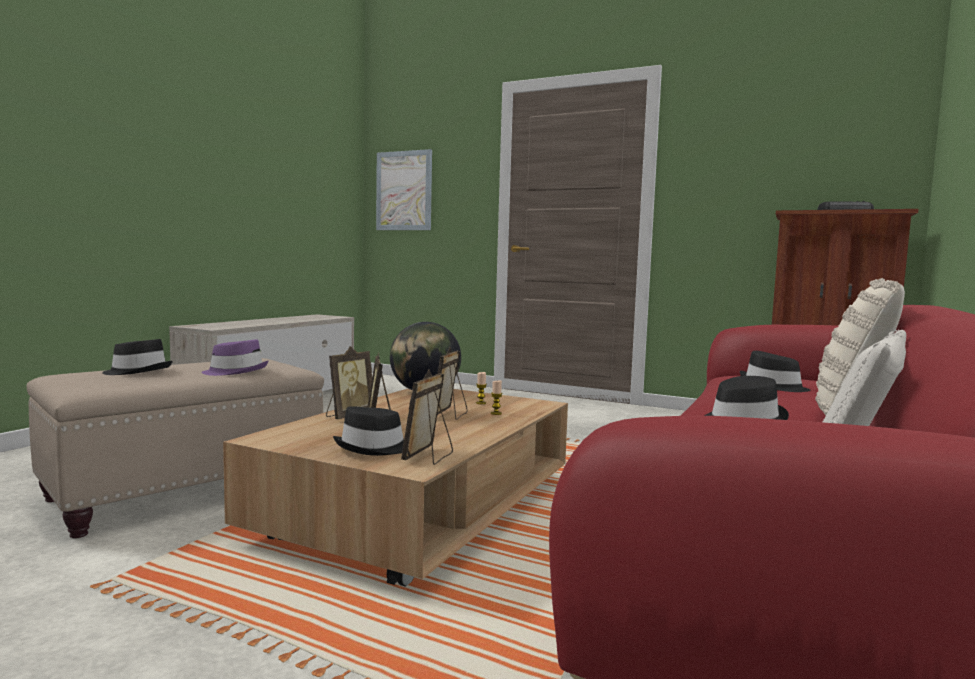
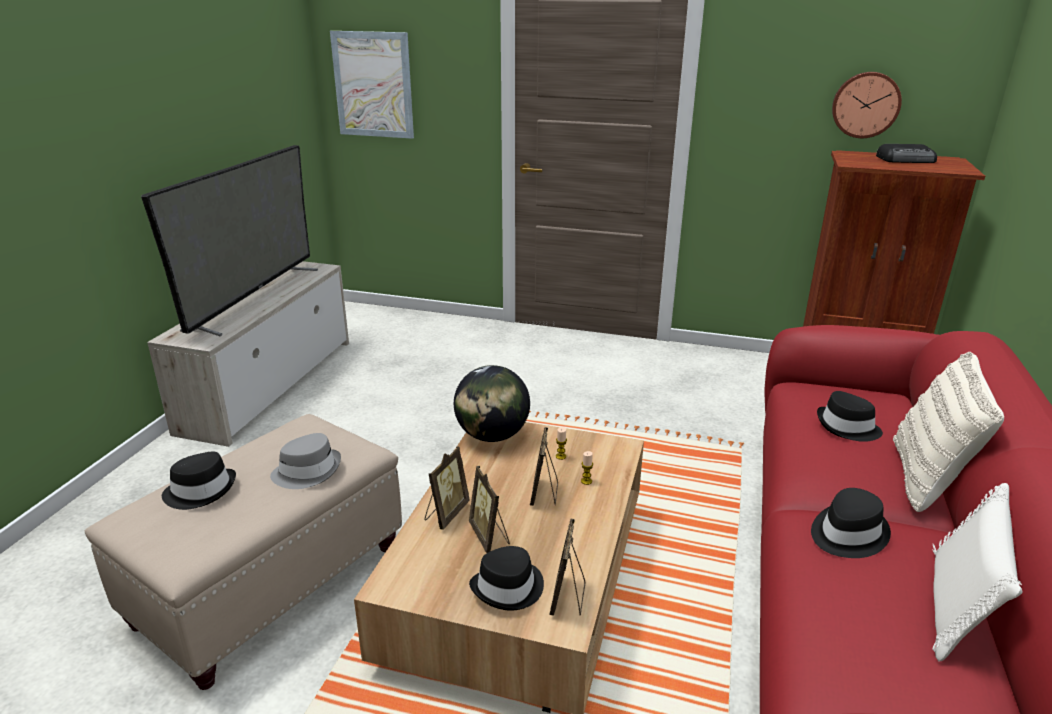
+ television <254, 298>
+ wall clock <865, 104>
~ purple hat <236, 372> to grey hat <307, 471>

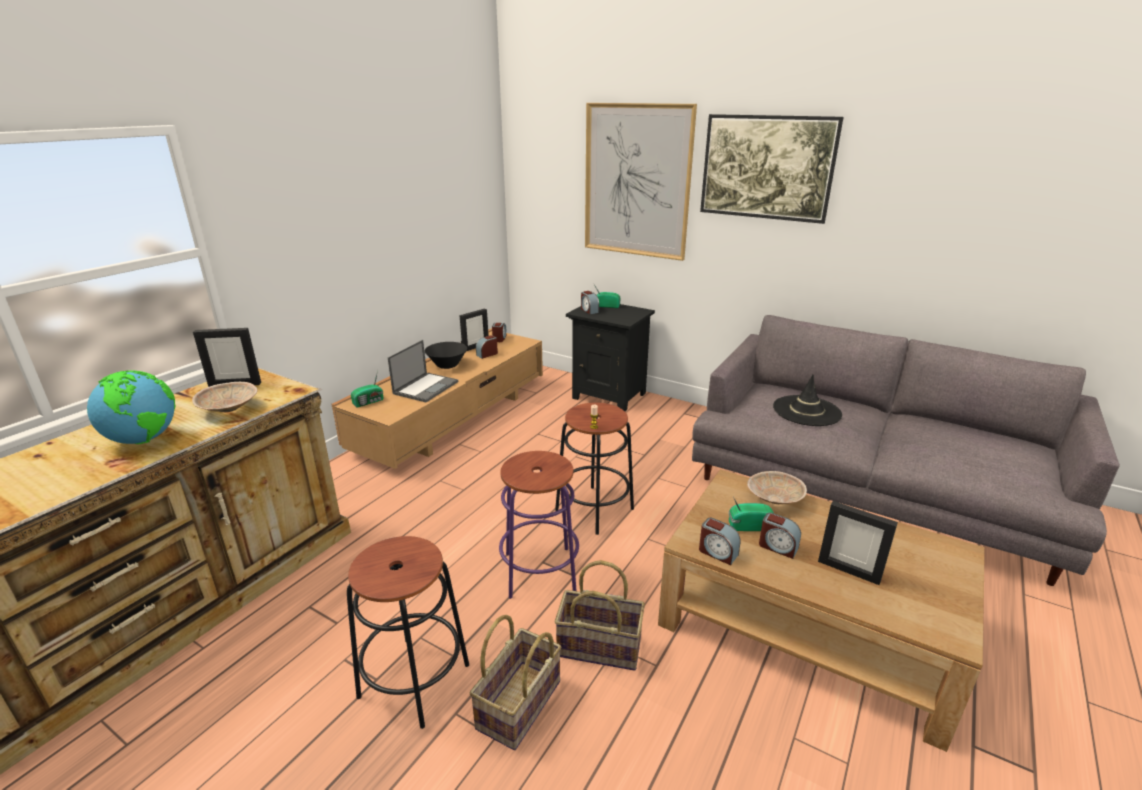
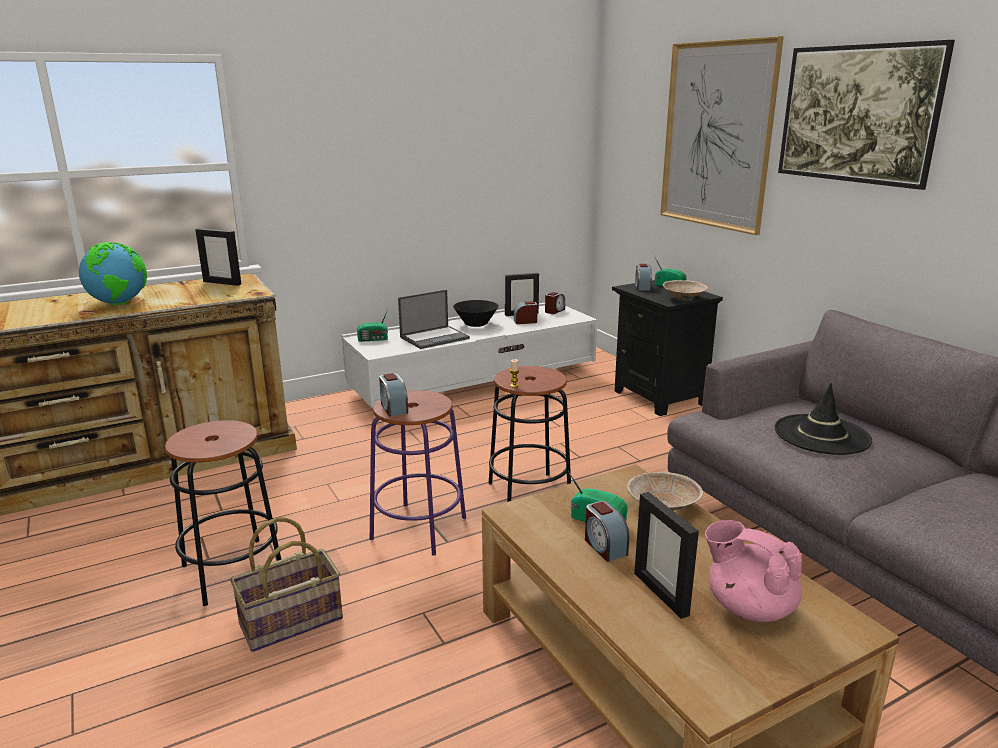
- basket <600, 646>
+ pink teapot <748, 607>
~ beige bowl <229, 409> to <684, 298>
~ alarm clock <717, 552> to <393, 408>
~ brown tv stand <453, 417> to white tv stand <474, 382>

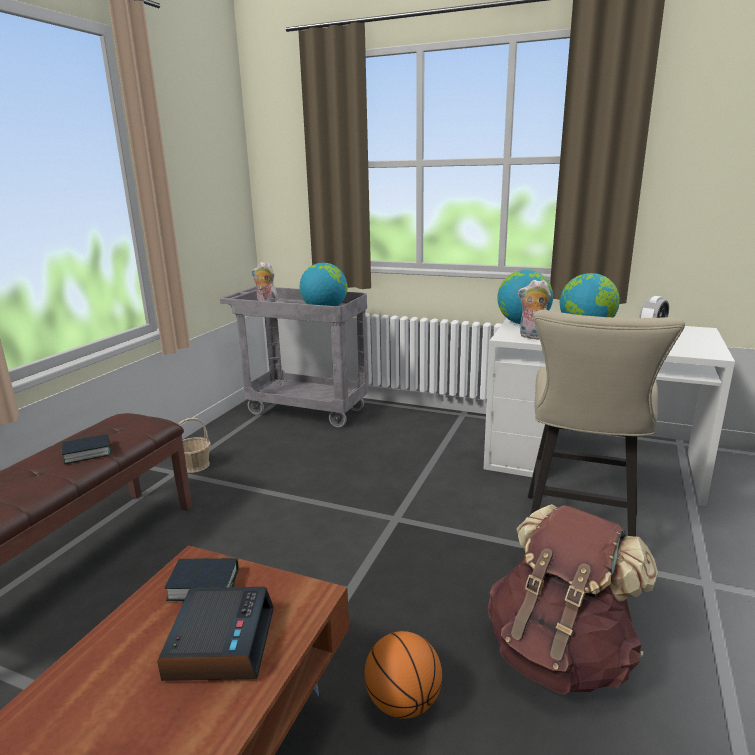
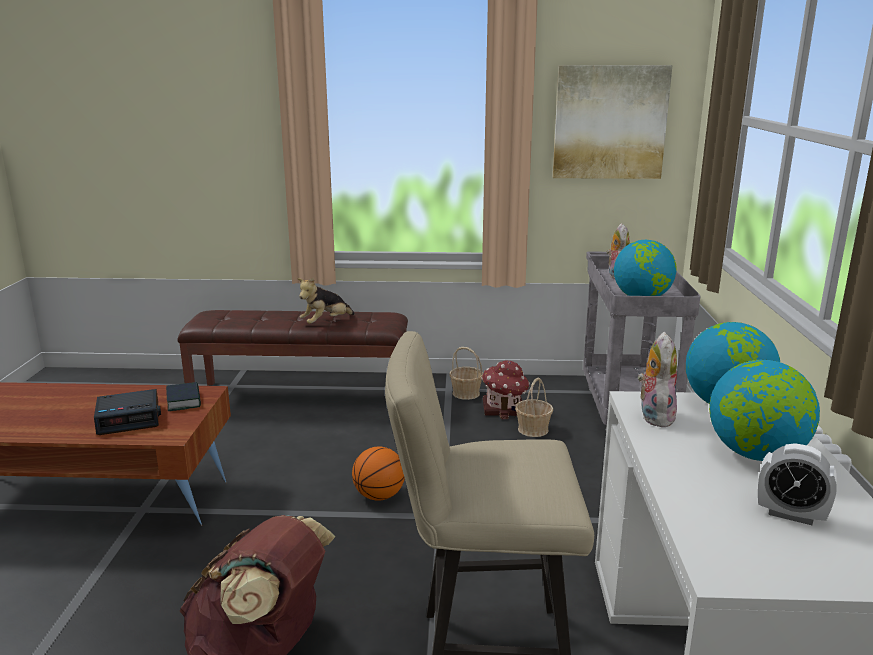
+ toy house <504, 408>
+ basket <532, 429>
+ picture <610, 122>
~ basketball <403, 702> to <379, 496>
~ book <87, 453> to plush toy <326, 323>

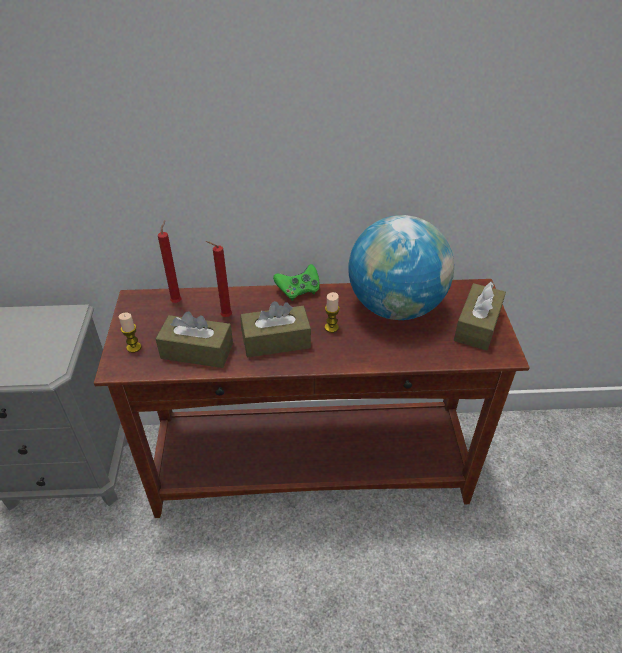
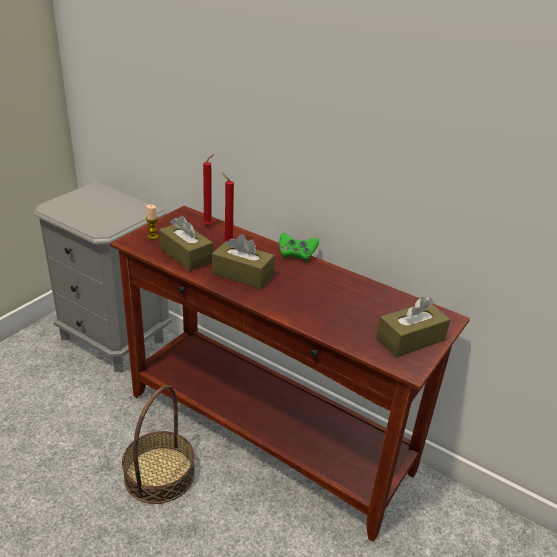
- candle <331, 327>
- globe <395, 307>
+ basket <159, 474>

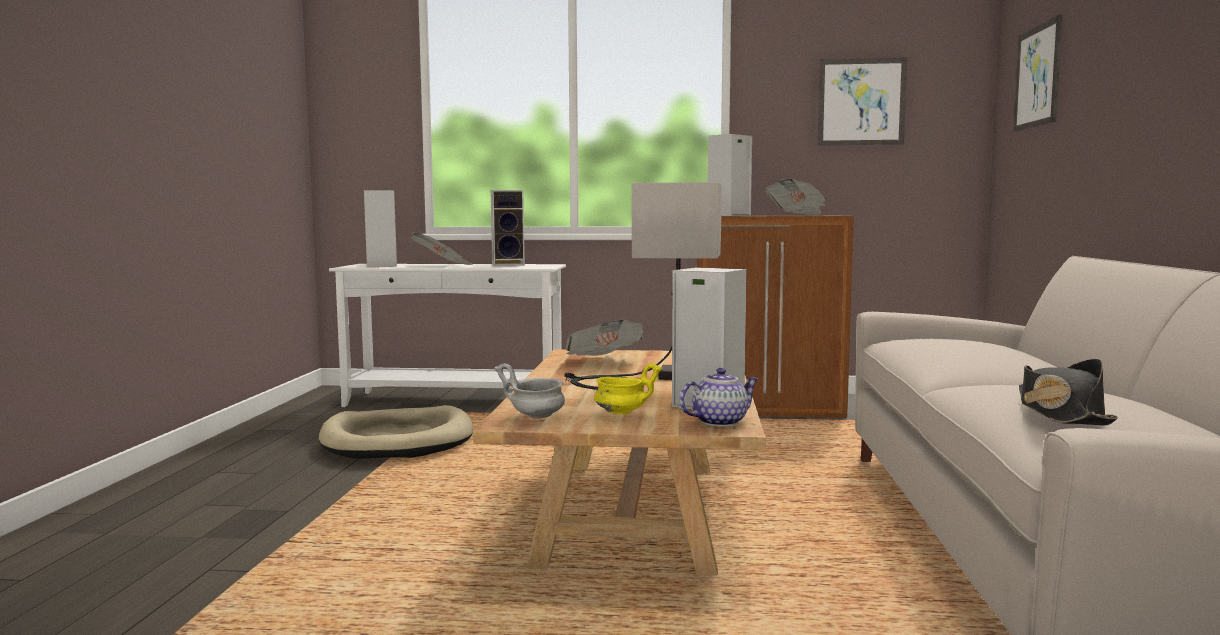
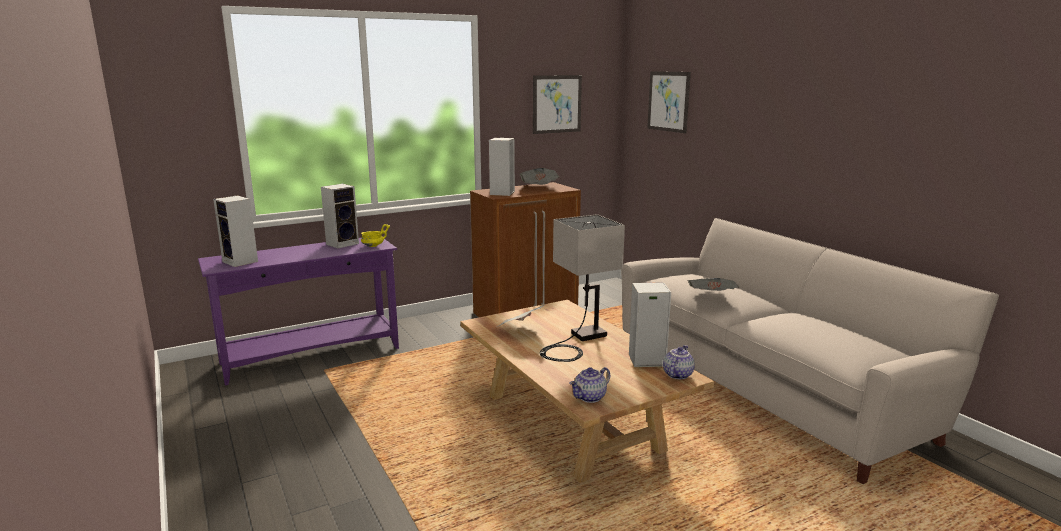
- beige dog bed <398, 440>
- black hat <1060, 413>
~ newspaper <442, 265> to <711, 298>
~ yellow bowl <622, 413> to <373, 246>
~ grey bowl <536, 416> to teapot <590, 397>
~ white console table <456, 401> to purple console table <312, 355>

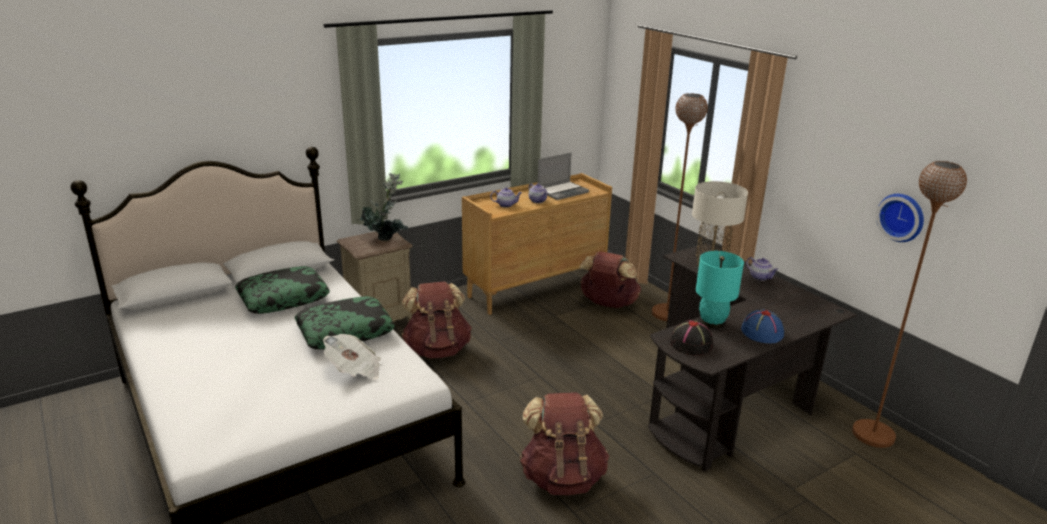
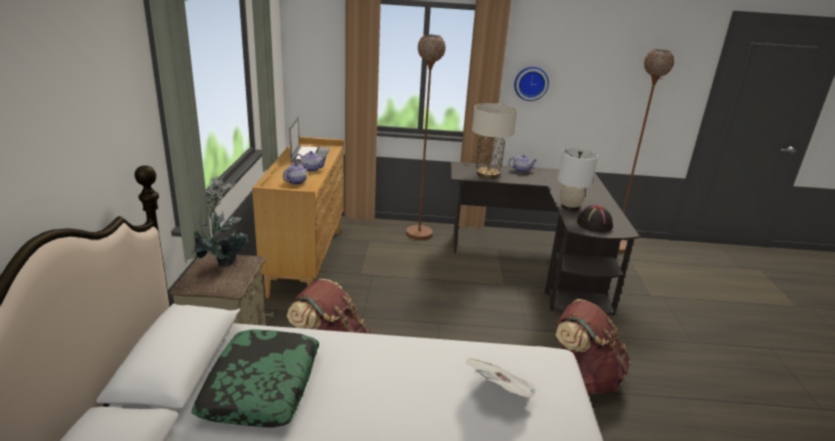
- pillow <345, 331>
- brown backpack <608, 304>
- blue hat <761, 332>
~ wall clock <902, 217> to <531, 83>
~ turquoise table lamp <712, 322> to white table lamp <569, 207>

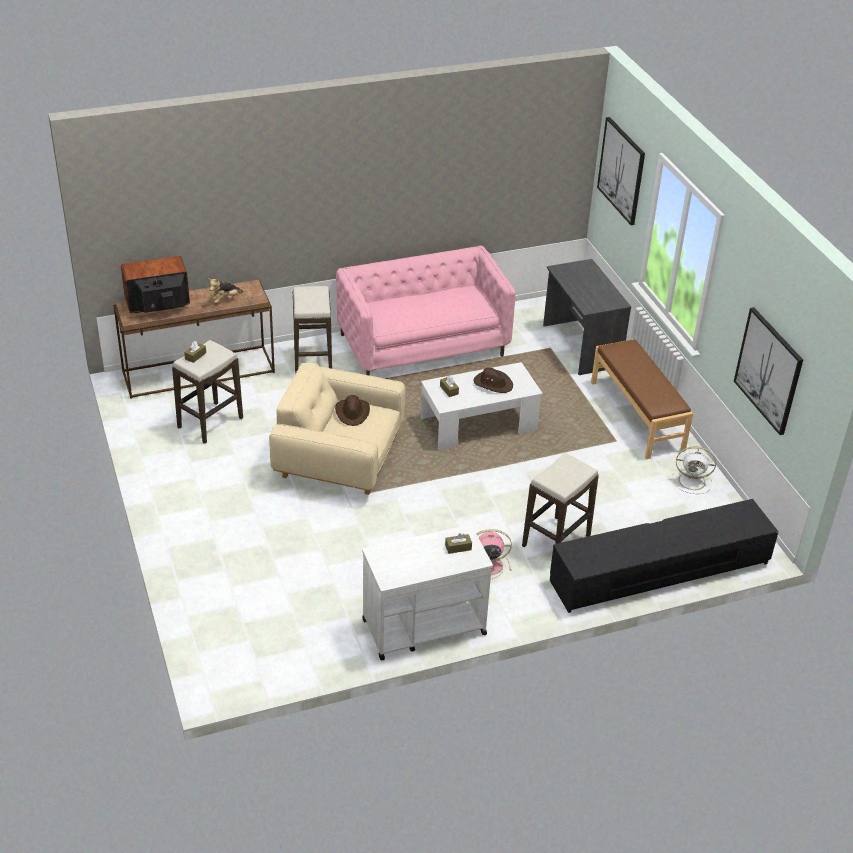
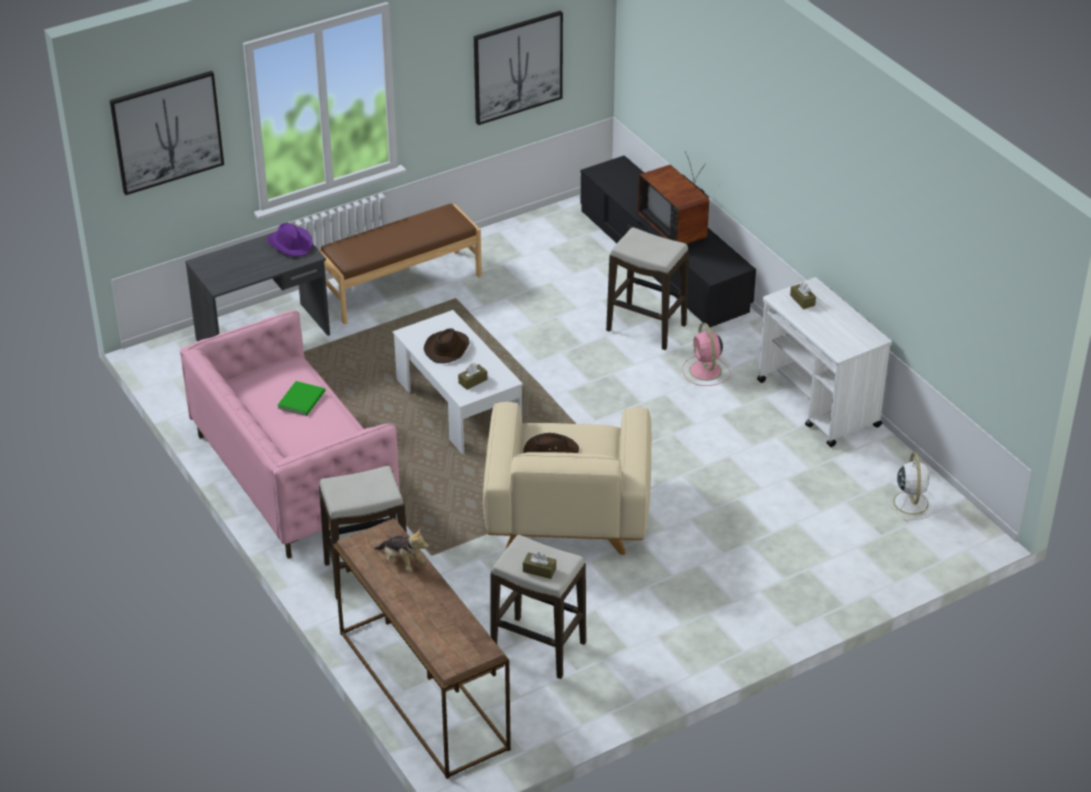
+ purple hat <291, 244>
+ green book <303, 399>
~ television <159, 306> to <676, 227>
~ white fan <693, 481> to <910, 502>

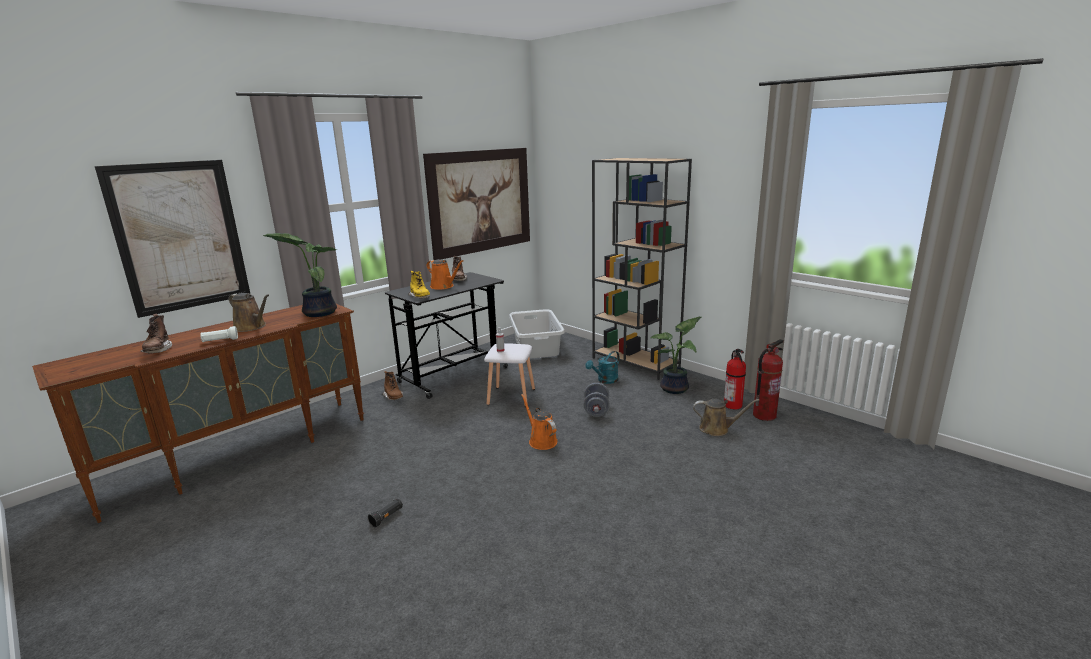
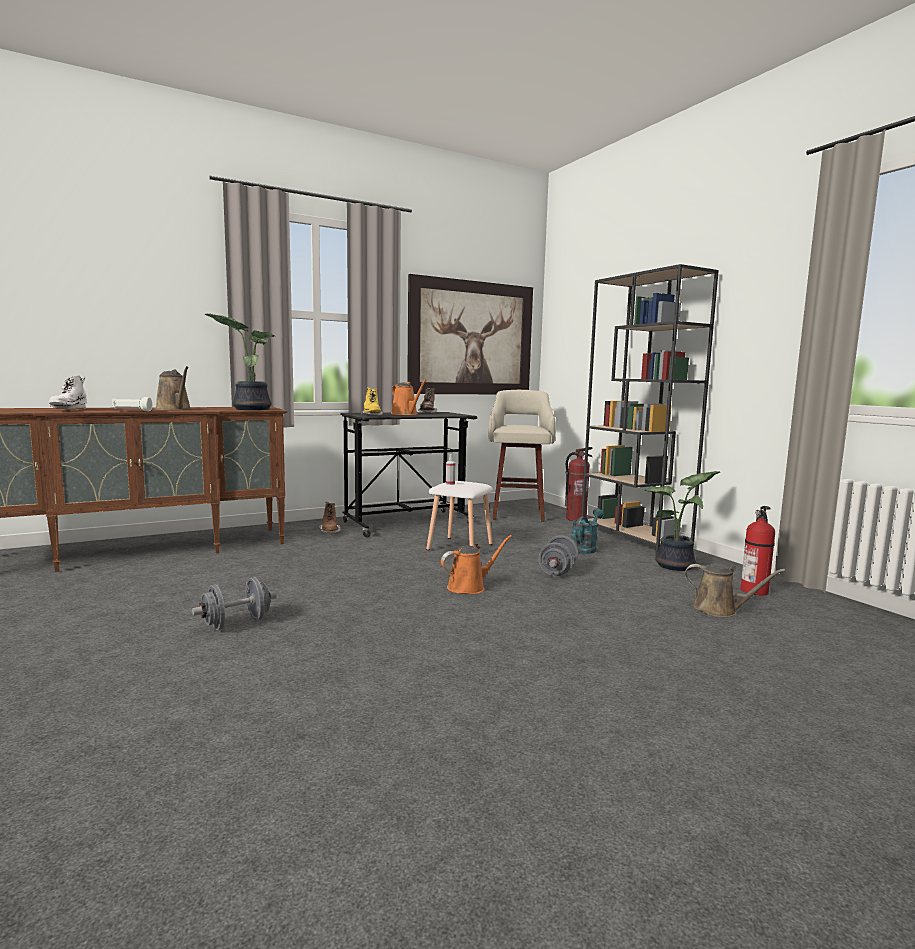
- picture <180, 237>
~ fire extinguisher <764, 415> to <576, 519>
~ black flashlight <387, 517> to grey dumbbell <236, 623>
~ grey laundry basket <537, 347> to beige stool <518, 513>
~ brown boot <158, 350> to white boot <69, 410>
~ orange watering can <541, 441> = <469, 587> 75 degrees clockwise
~ turquoise watering can <605, 380> = <585, 548> 150 degrees clockwise

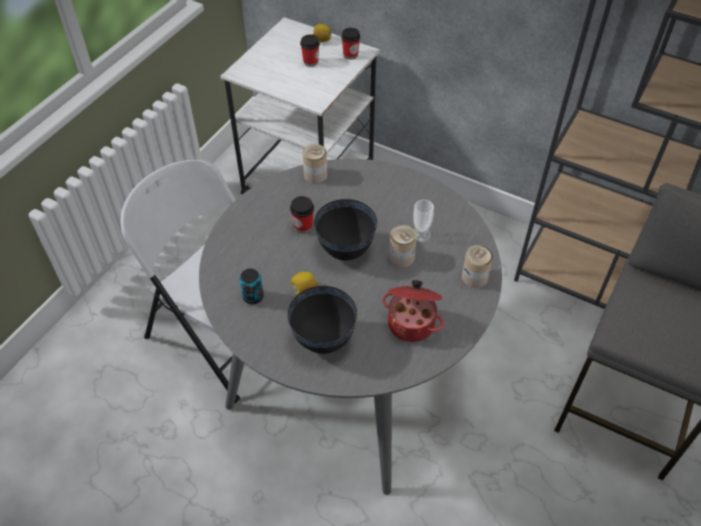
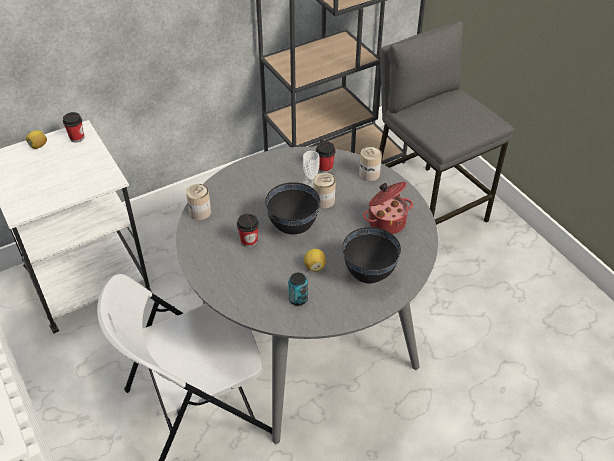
~ cup <310, 62> to <325, 168>

